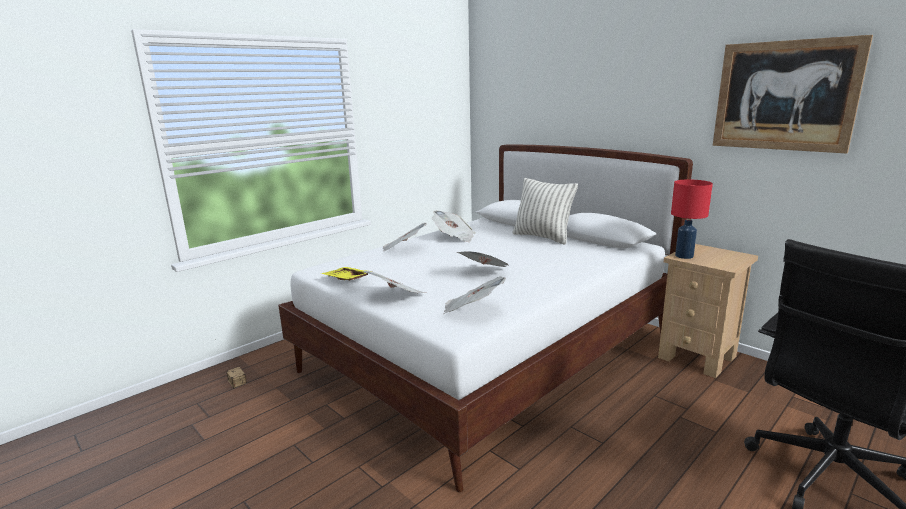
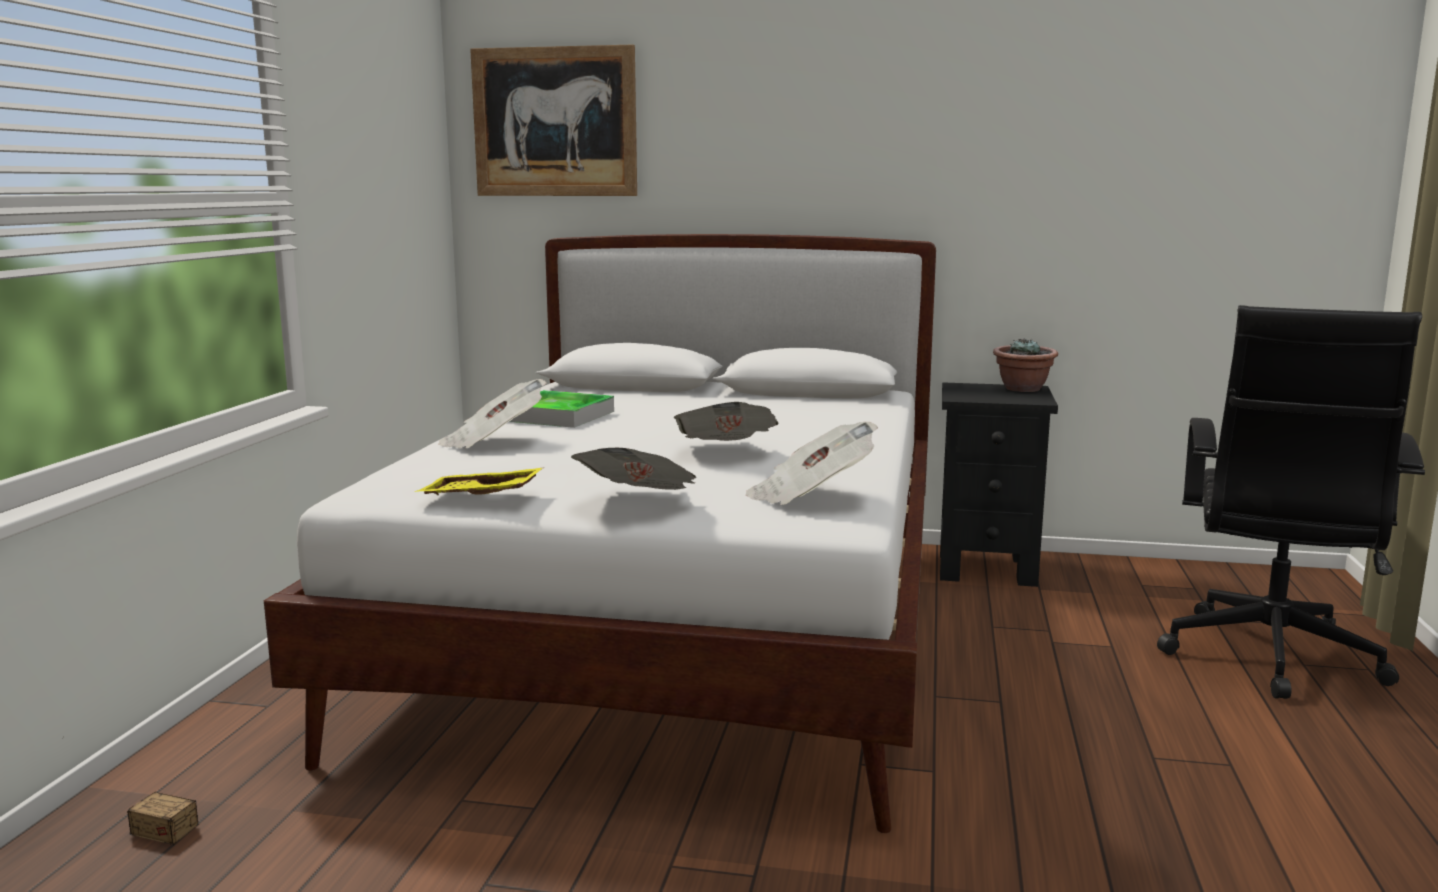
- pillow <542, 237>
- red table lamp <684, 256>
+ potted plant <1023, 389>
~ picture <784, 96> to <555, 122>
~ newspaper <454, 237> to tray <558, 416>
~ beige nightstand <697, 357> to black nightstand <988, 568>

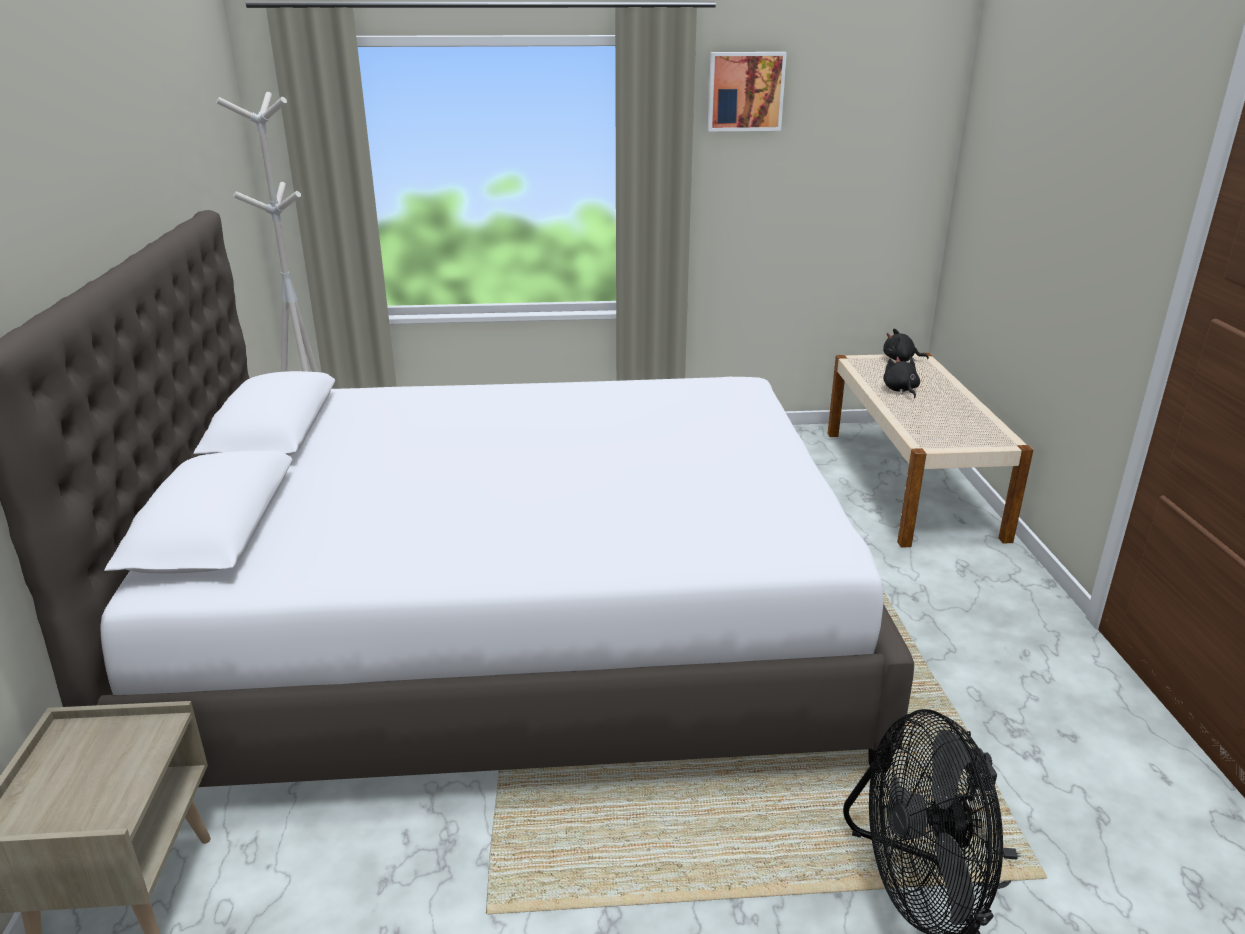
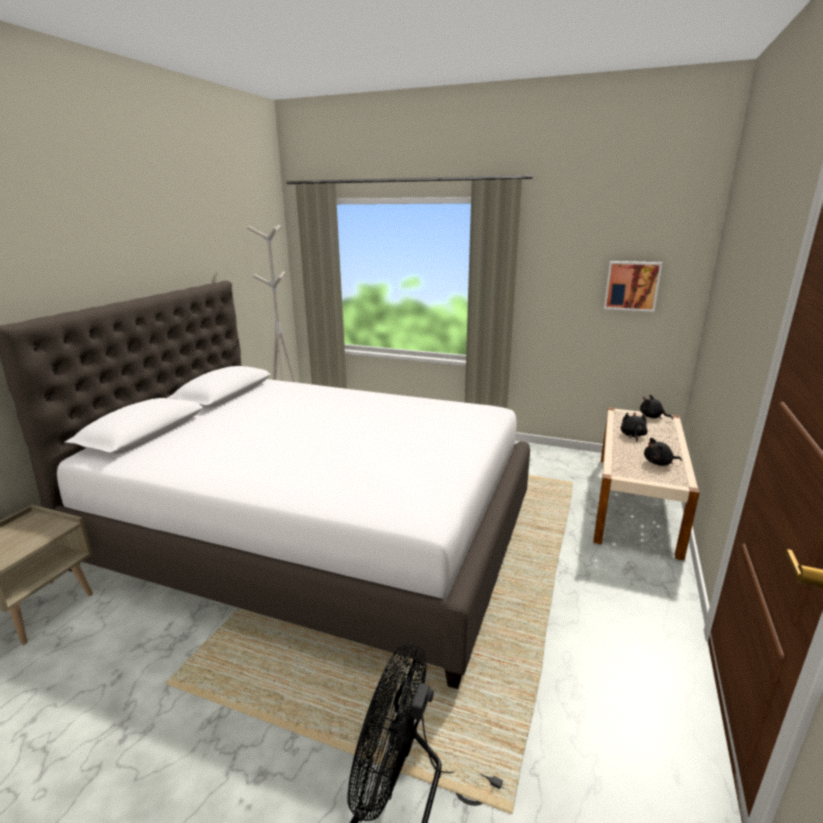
+ black plush toy <659, 463>
~ picture <745, 91> to <632, 285>

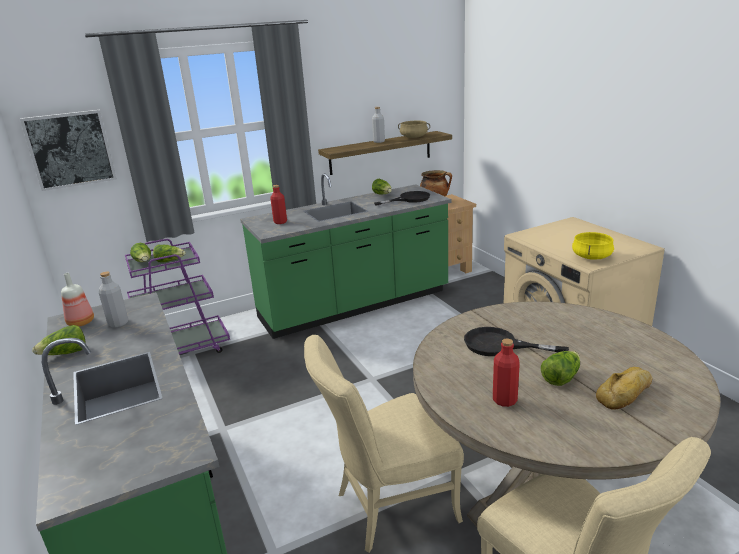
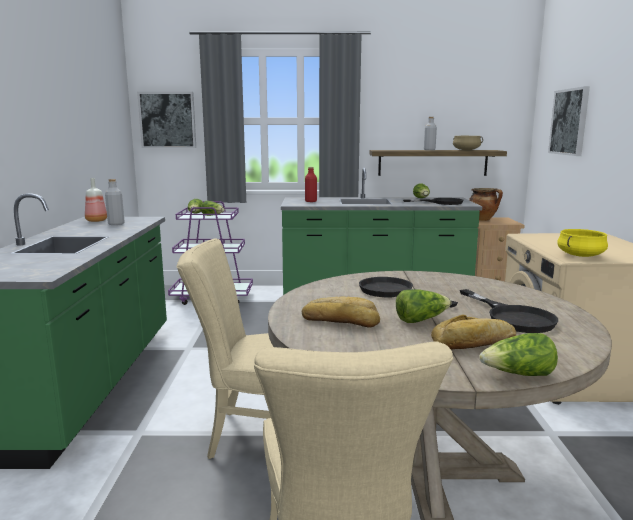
+ black frying pan <513, 317>
+ picture <569, 122>
~ lettuce <65, 353> to <518, 374>
~ red bottle <504, 400> to bread <341, 320>

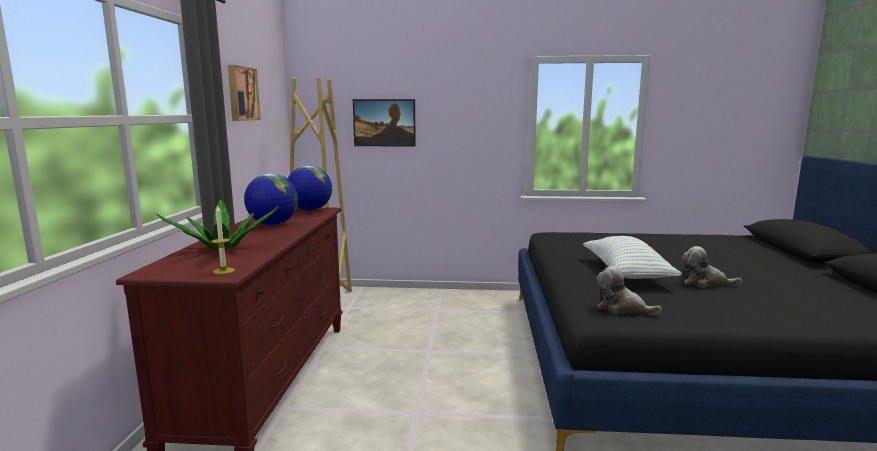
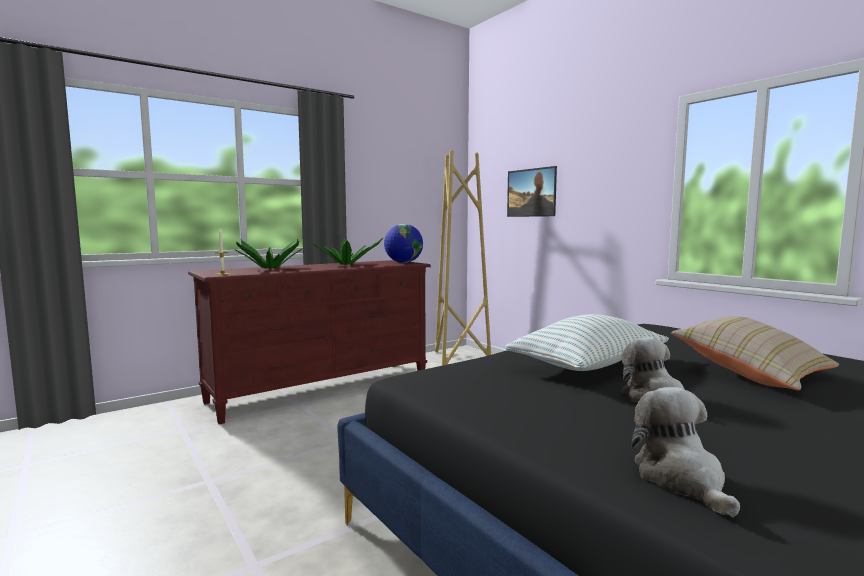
- picture <242, 94>
+ beige pillow <752, 373>
~ plush toy <622, 308> to <681, 479>
~ globe <273, 224> to potted plant <346, 265>

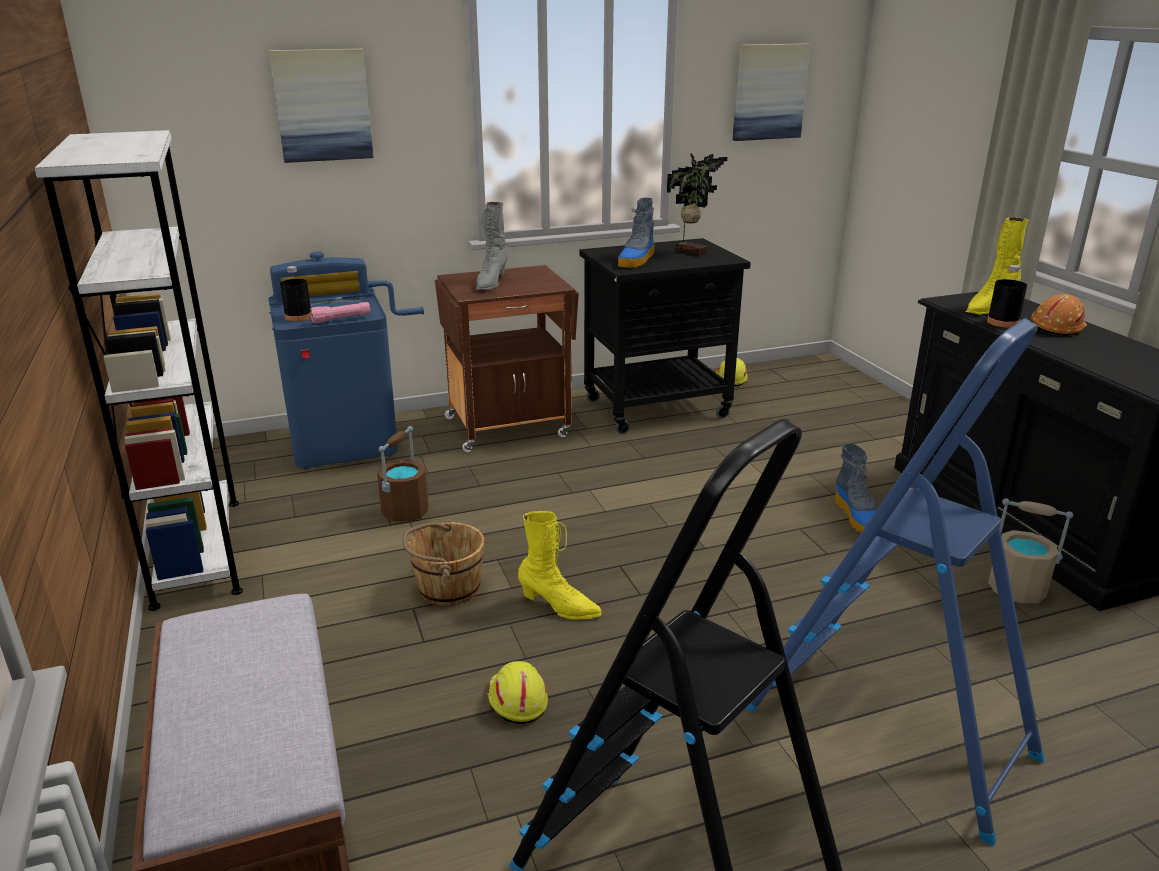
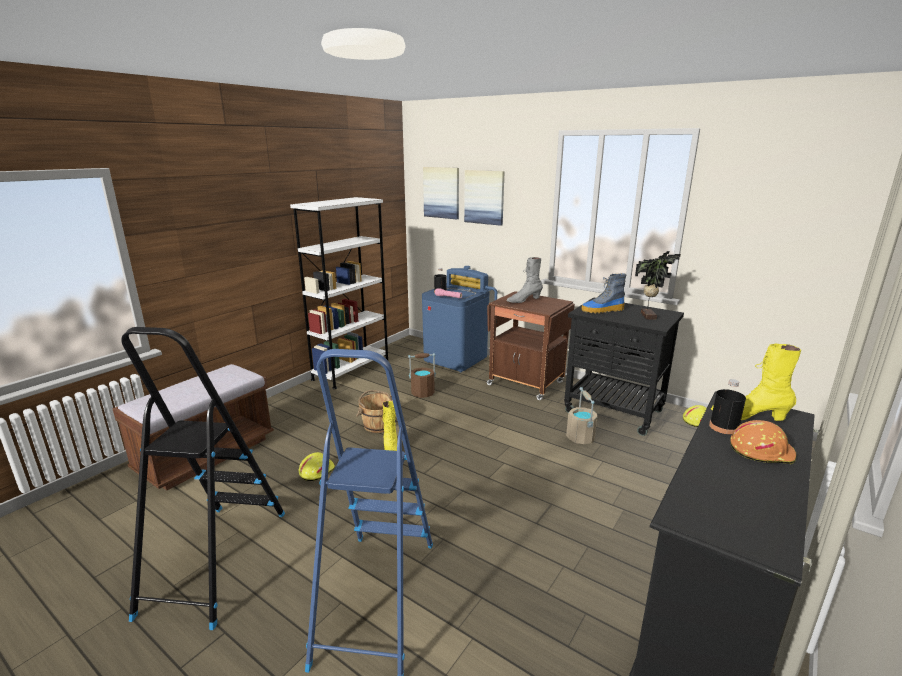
- boot <857, 516>
~ picture <769, 92> to <441, 192>
~ beige bucket <1017, 590> to <580, 438>

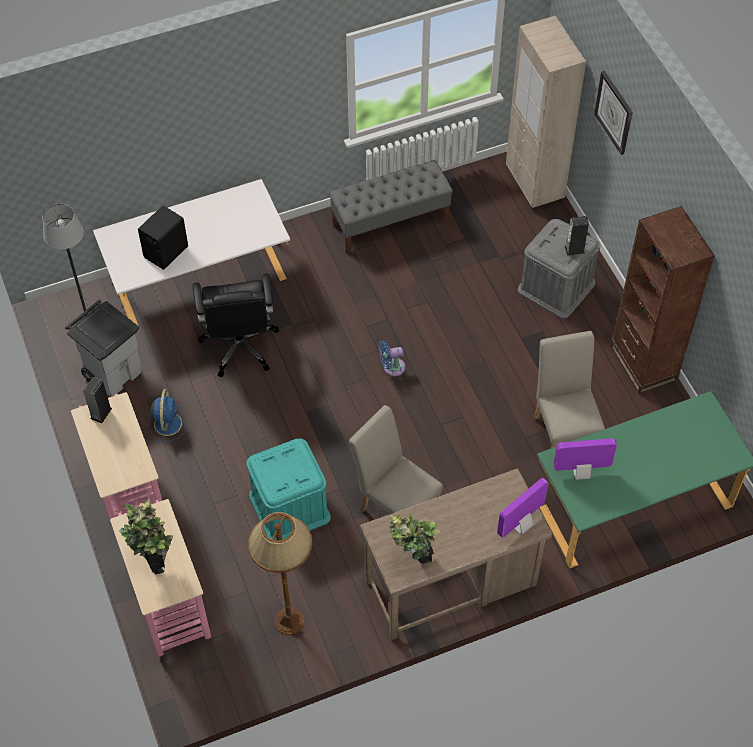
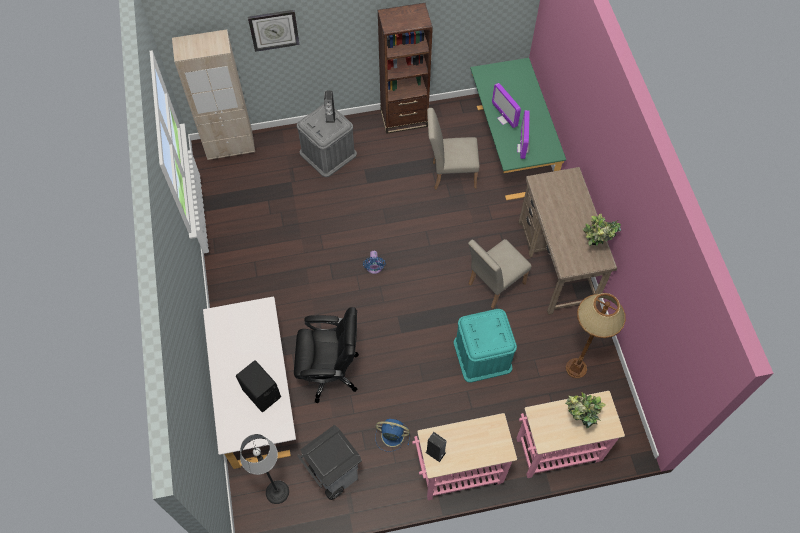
- grey bench <391, 222>
~ monitor <521, 525> to <504, 119>

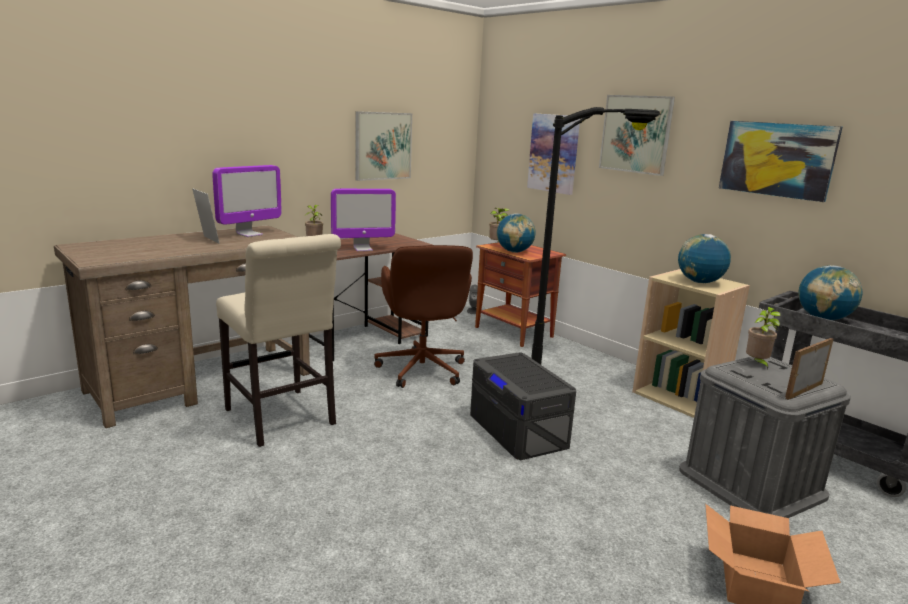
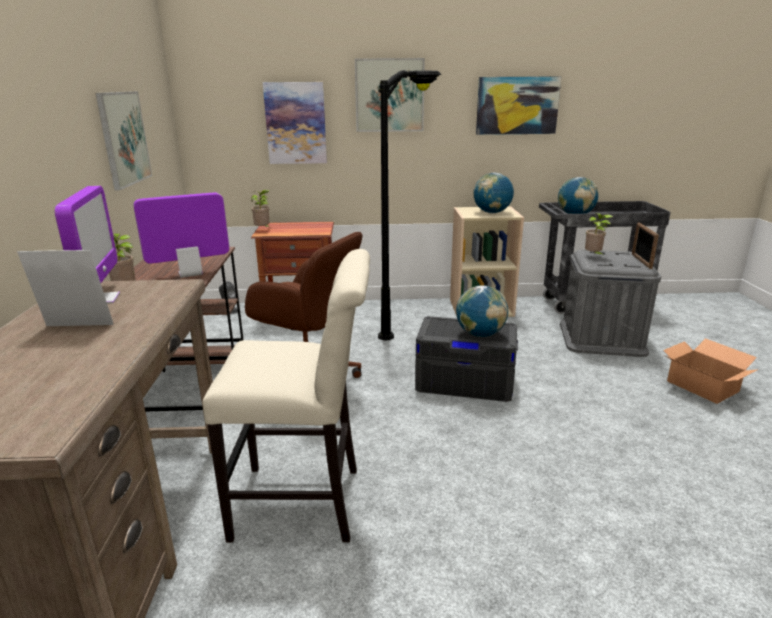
~ globe <514, 252> to <480, 334>
~ monitor <363, 249> = <190, 274> 135 degrees counterclockwise

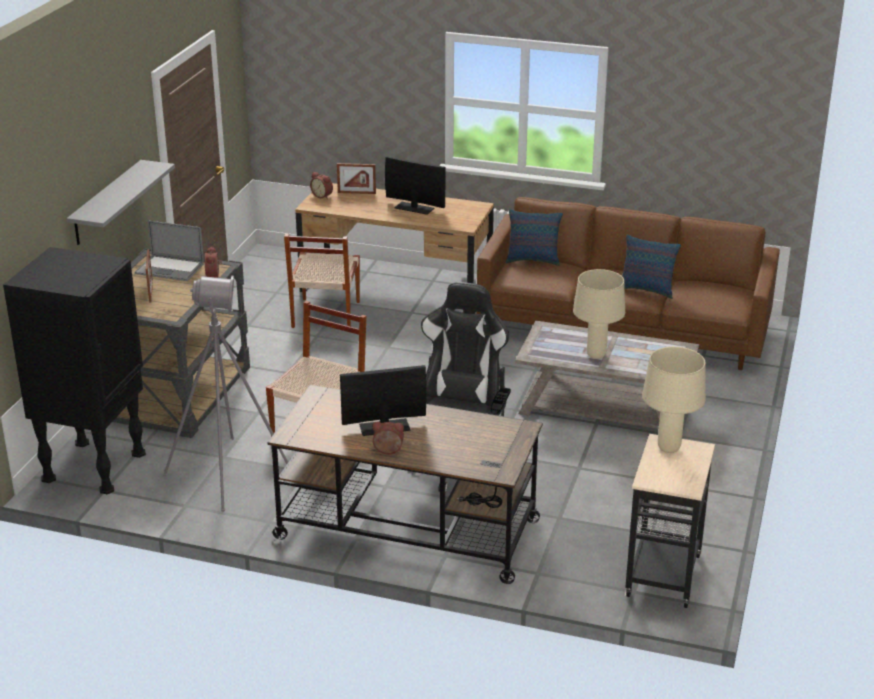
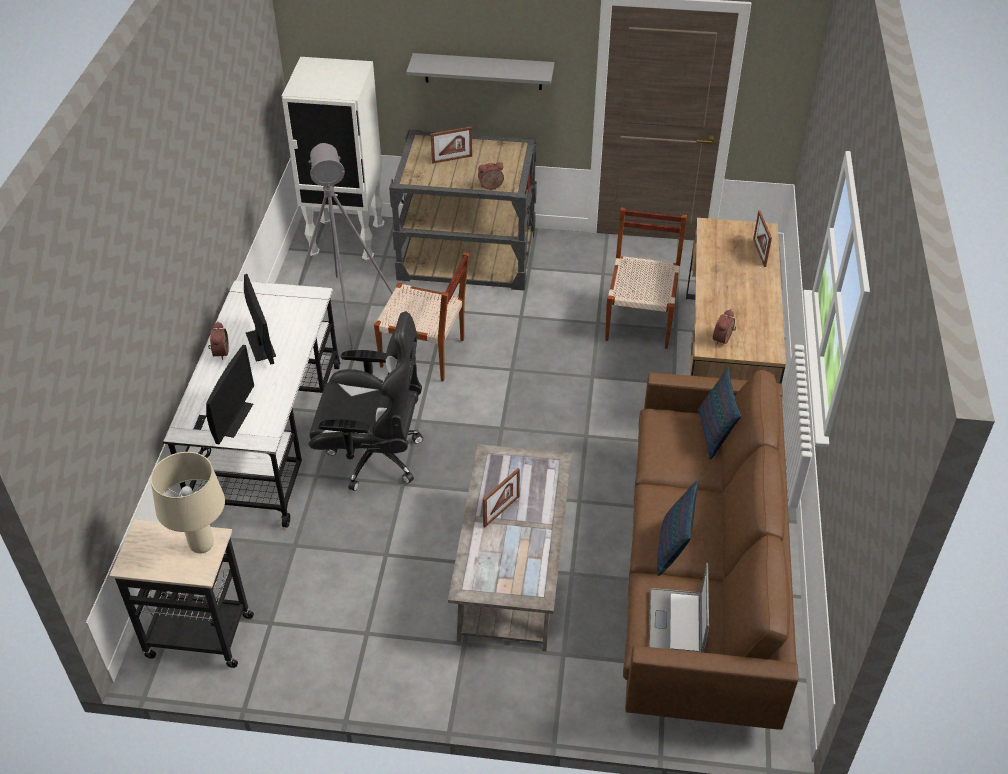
~ laptop <169, 269> to <676, 622>
~ alarm clock <322, 196> to <723, 339>
~ monitor <414, 208> to <233, 418>
~ beige table lamp <595, 355> to picture frame <501, 511>
~ black cabinet <96, 465> to white cabinet <347, 238>
~ brown desk <407, 530> to white desk <268, 437>
~ chair <325, 316> = <640, 322> 105 degrees clockwise

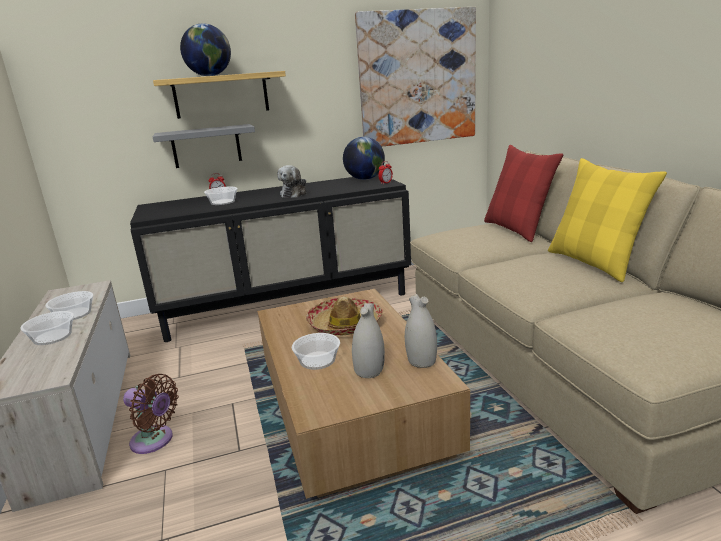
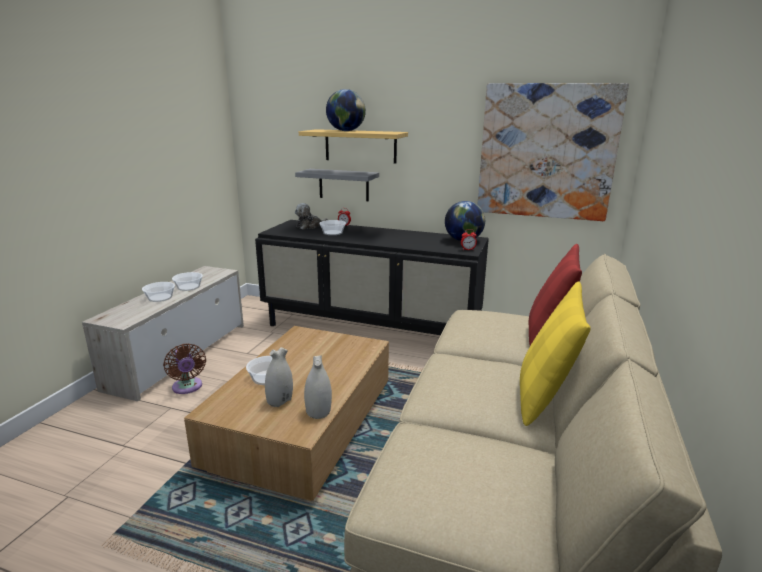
- hat <345, 324>
~ plush toy <294, 194> to <310, 226>

